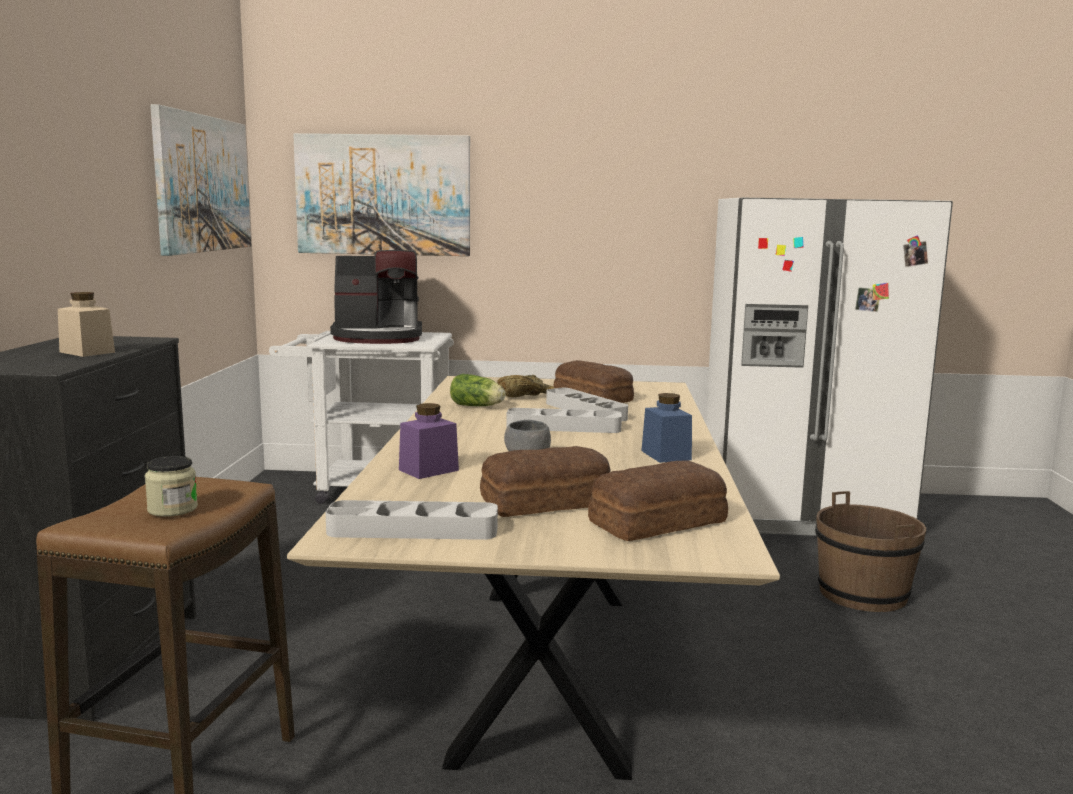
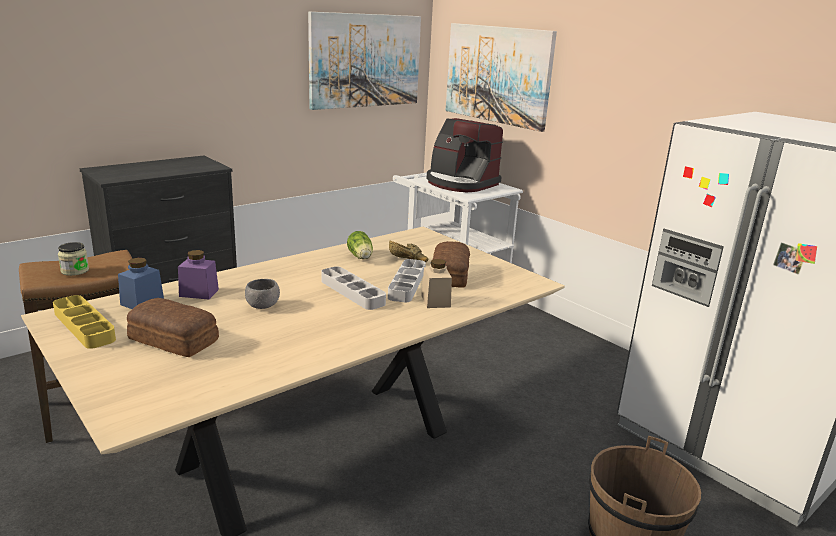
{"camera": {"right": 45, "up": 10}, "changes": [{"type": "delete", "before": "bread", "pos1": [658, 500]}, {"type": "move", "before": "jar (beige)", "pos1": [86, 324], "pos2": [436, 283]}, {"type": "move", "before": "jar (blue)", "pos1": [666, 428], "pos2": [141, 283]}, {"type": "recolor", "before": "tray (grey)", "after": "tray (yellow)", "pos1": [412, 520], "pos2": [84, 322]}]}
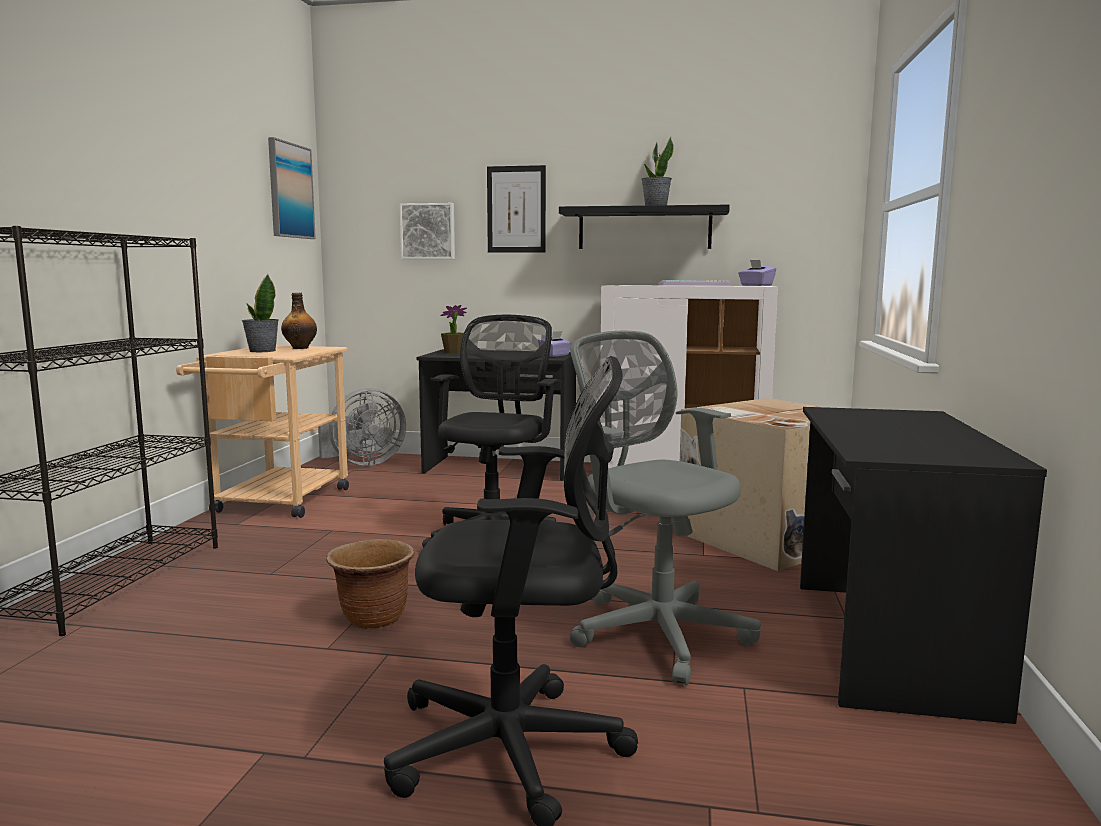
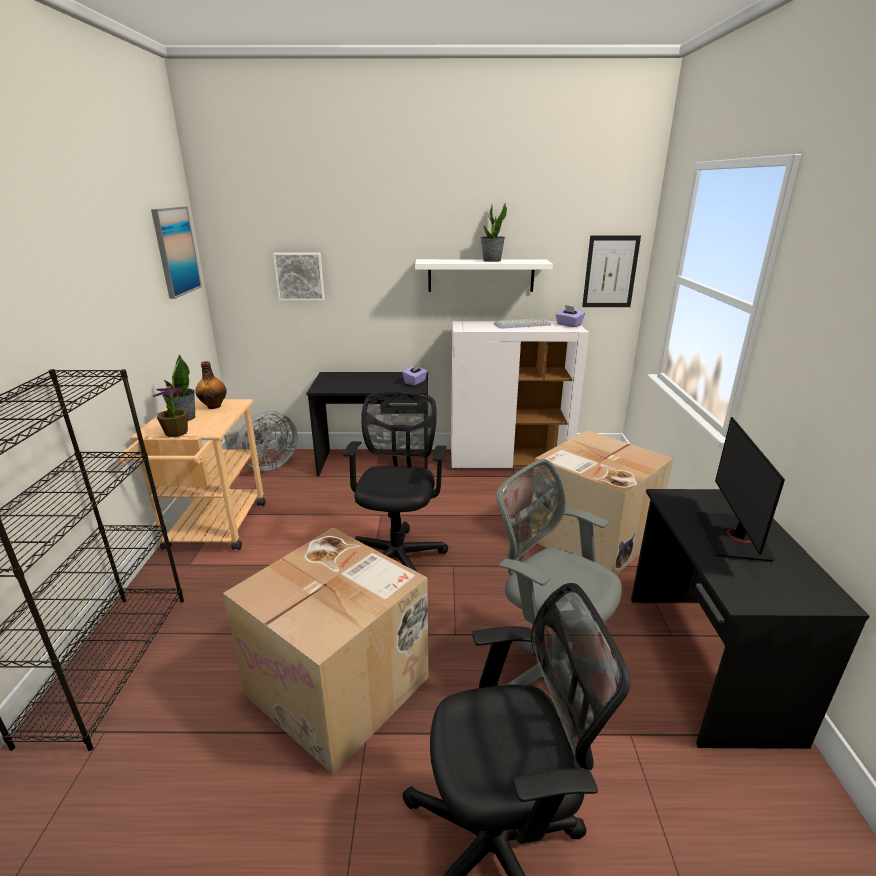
{"camera": {"right": -10, "up": 15}, "changes": [{"type": "insert", "after": "monitor", "pos2": [740, 489]}, {"type": "move", "before": "potted plant", "pos1": [453, 329], "pos2": [170, 411]}, {"type": "move", "before": "picture", "pos1": [516, 209], "pos2": [611, 271]}, {"type": "replace", "before": "planter (brown)", "after": "cardboard box", "pos1": [370, 584], "pos2": [325, 651]}, {"type": "recolor", "before": "shelf (black)", "after": "shelf (white)", "pos1": [644, 227], "pos2": [484, 275]}]}
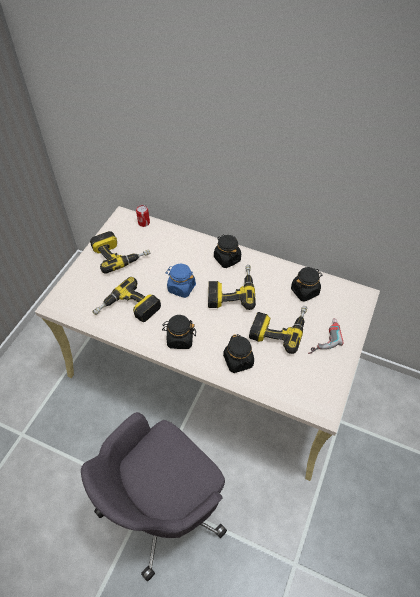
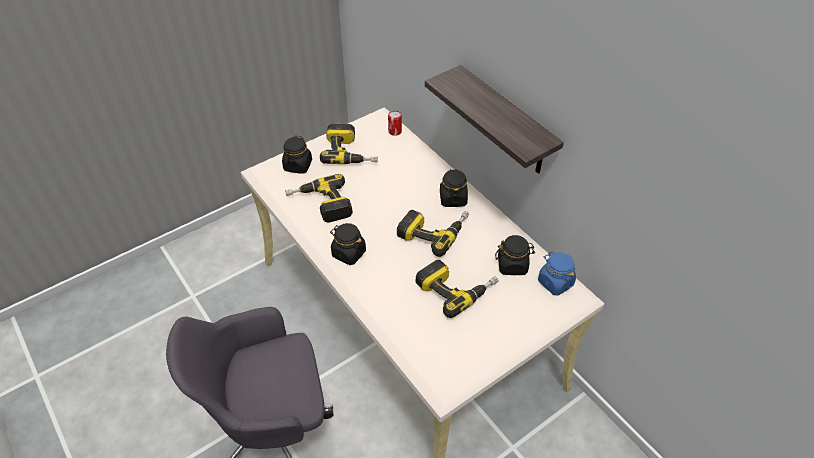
{"camera": {"right": 30, "up": -5}, "changes": [{"type": "delete", "before": "power drill", "pos1": [326, 336]}, {"type": "insert", "after": "shelf", "pos2": [494, 119]}, {"type": "move", "before": "jar (blue)", "pos1": [180, 281], "pos2": [557, 274]}, {"type": "move", "before": "jar (black)", "pos1": [238, 353], "pos2": [297, 155]}]}
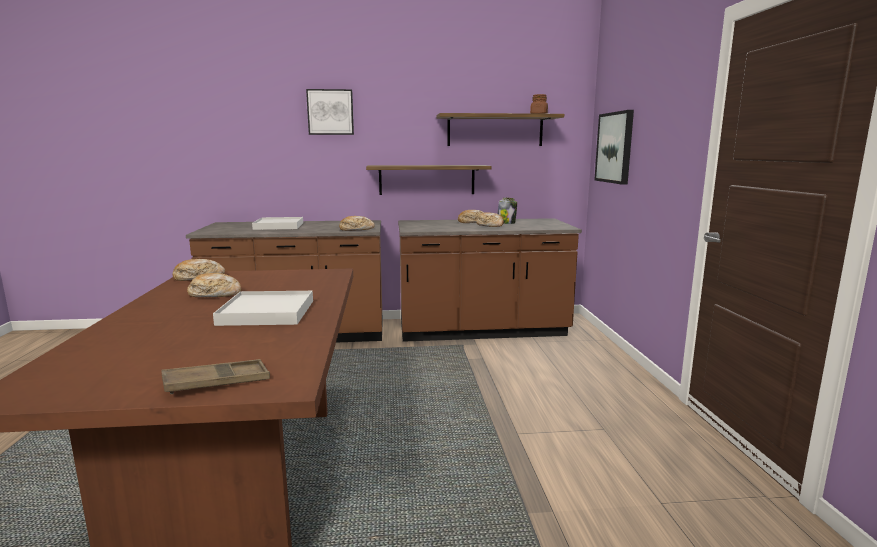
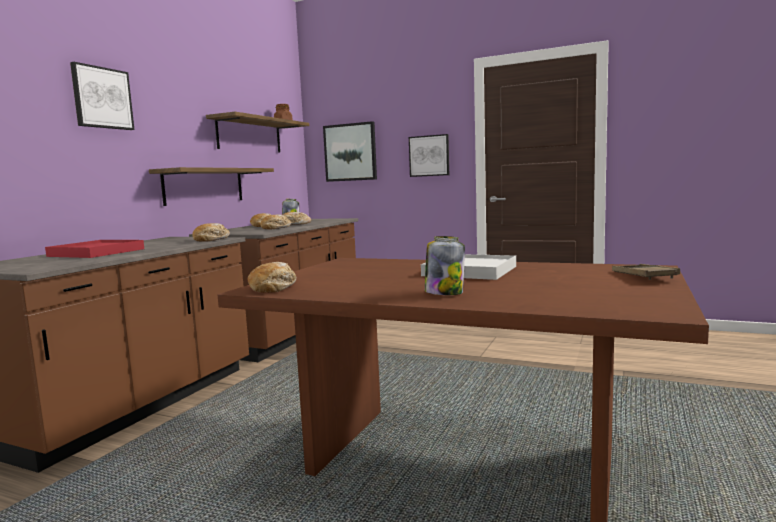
{"camera": {"right": -60, "up": -5}, "changes": [{"type": "insert", "after": "picture", "pos2": [429, 155]}, {"type": "insert", "after": "jar", "pos2": [445, 265]}, {"type": "move", "before": "bread", "pos1": [214, 285], "pos2": [275, 222]}, {"type": "recolor", "before": "tray (white)", "after": "tray (red)", "pos1": [277, 223], "pos2": [94, 249]}]}
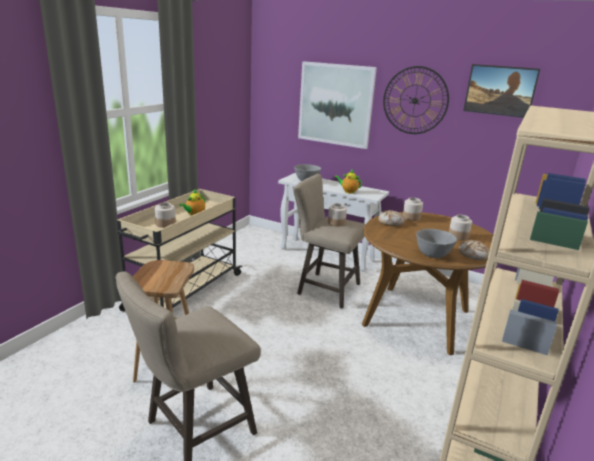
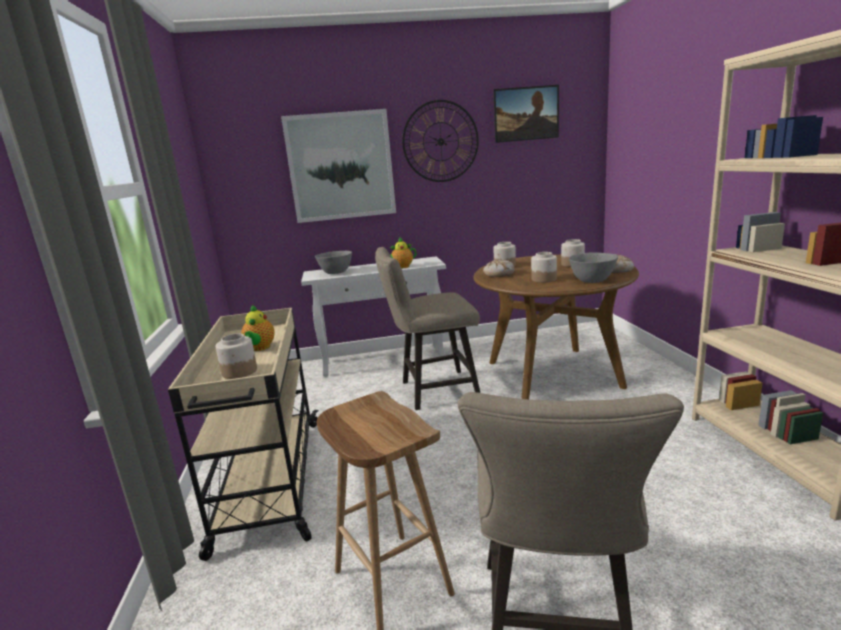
{"camera": {"right": -35, "up": -5}, "changes": [{"type": "move", "before": "jar", "pos1": [337, 215], "pos2": [544, 267]}]}
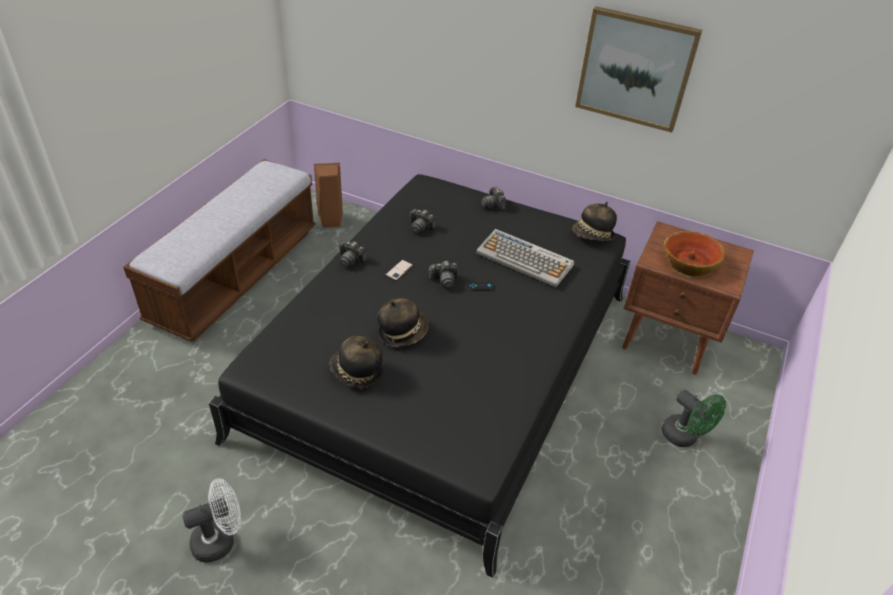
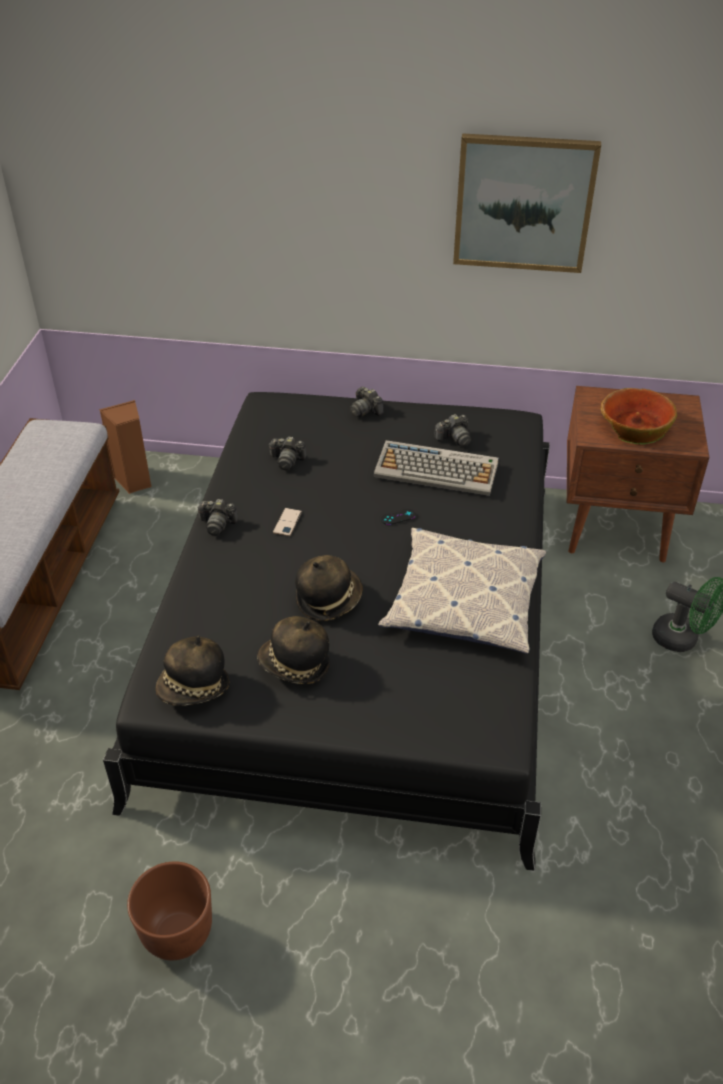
{"camera": {"right": -15, "up": 0}, "changes": [{"type": "insert", "after": "pillow", "pos2": [462, 591]}, {"type": "move", "before": "photo camera", "pos1": [443, 275], "pos2": [452, 430]}, {"type": "move", "before": "hat", "pos1": [594, 221], "pos2": [193, 670]}, {"type": "replace", "before": "fan (white)", "after": "planter (brown)", "pos1": [211, 520], "pos2": [169, 911]}]}
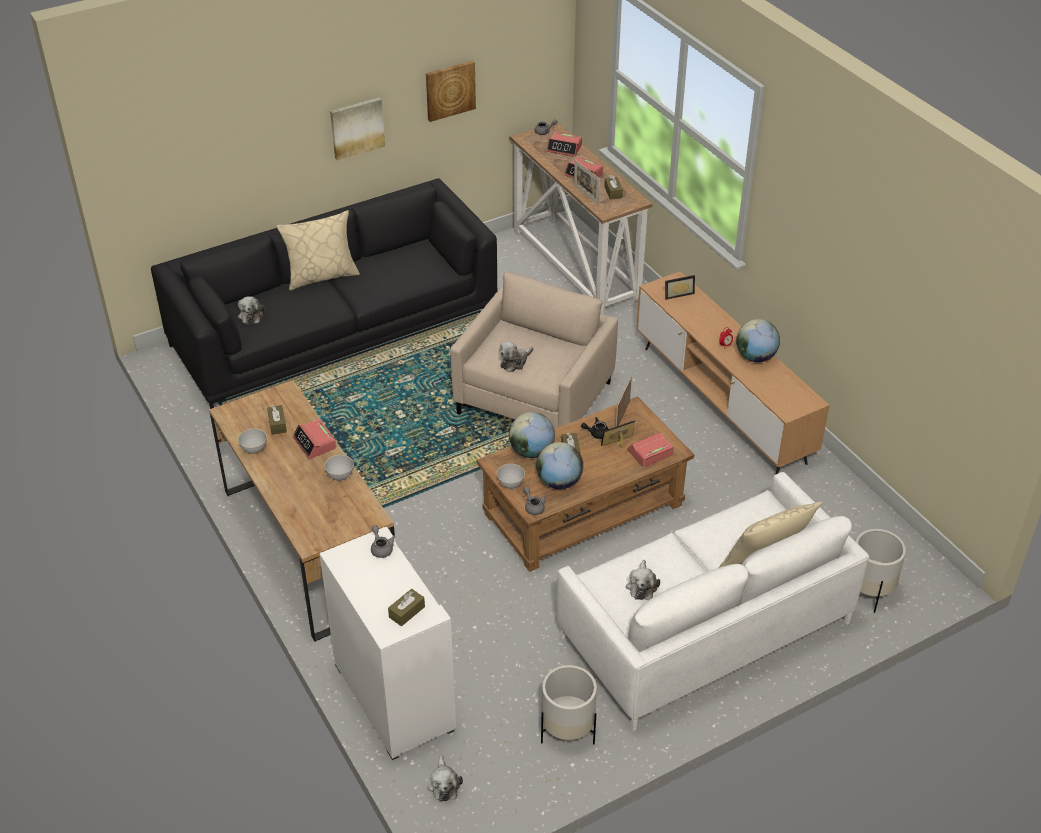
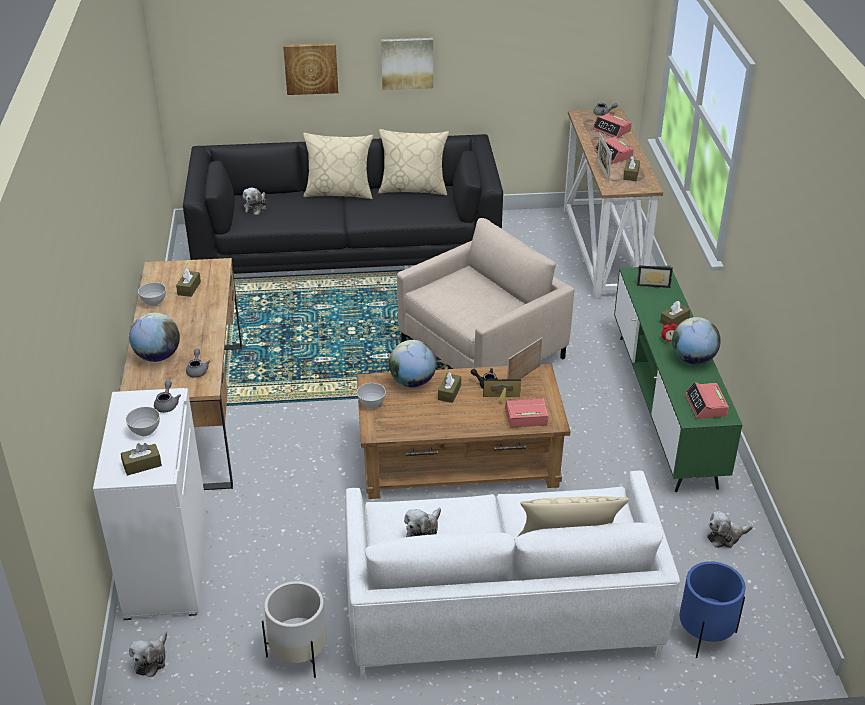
{"camera": {"right": 25, "up": -5}, "changes": [{"type": "insert", "after": "pillow (beige)", "pos2": [413, 162]}, {"type": "insert", "after": "tissue box (brown)", "pos2": [675, 313]}, {"type": "move", "before": "alarm clock", "pos1": [314, 439], "pos2": [707, 400]}, {"type": "move", "before": "bowl (grey)", "pos1": [339, 468], "pos2": [143, 421]}, {"type": "move", "before": "picture", "pos1": [451, 91], "pos2": [310, 69]}, {"type": "move", "before": "plush toy", "pos1": [516, 356], "pos2": [729, 529]}, {"type": "move", "before": "teapot (grey)", "pos1": [535, 501], "pos2": [198, 363]}, {"type": "move", "before": "globe", "pos1": [559, 465], "pos2": [154, 337]}, {"type": "recolor", "before": "tv stand (brown)", "after": "tv stand (green)", "pos1": [733, 373], "pos2": [678, 379]}, {"type": "recolor", "before": "planter (white)", "after": "planter (blue)", "pos1": [881, 571], "pos2": [712, 609]}]}
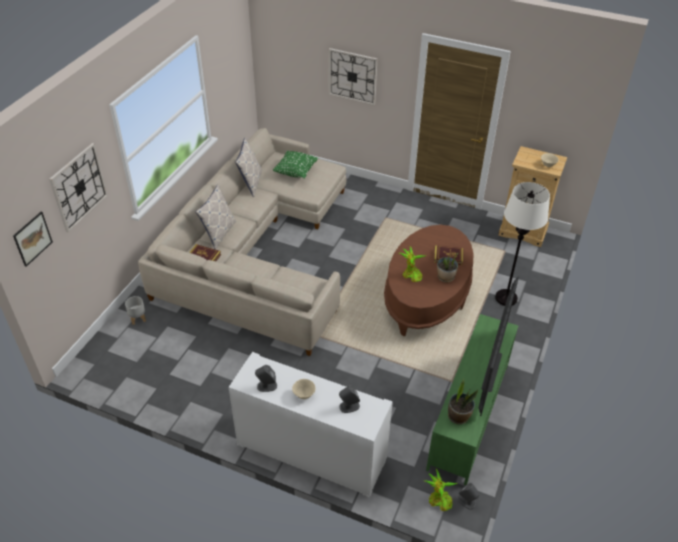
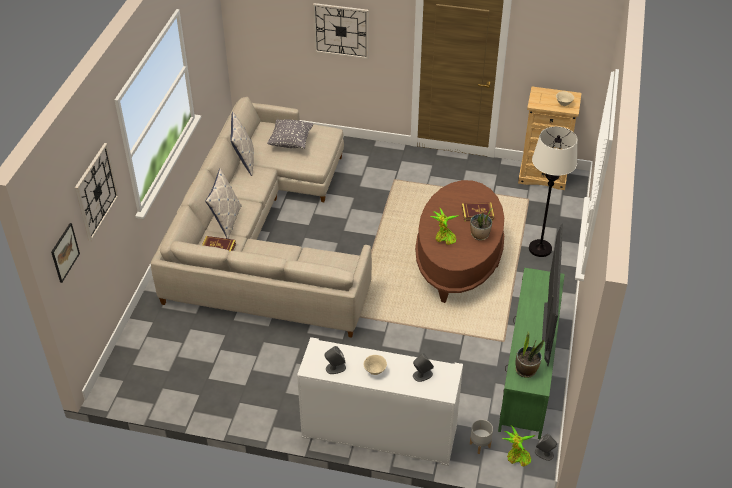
{"camera": {"right": -10, "up": 0}, "changes": [{"type": "move", "before": "planter (grey)", "pos1": [135, 310], "pos2": [481, 437]}, {"type": "recolor", "before": "pillow (green)", "after": "pillow (grey)", "pos1": [295, 165], "pos2": [290, 134]}]}
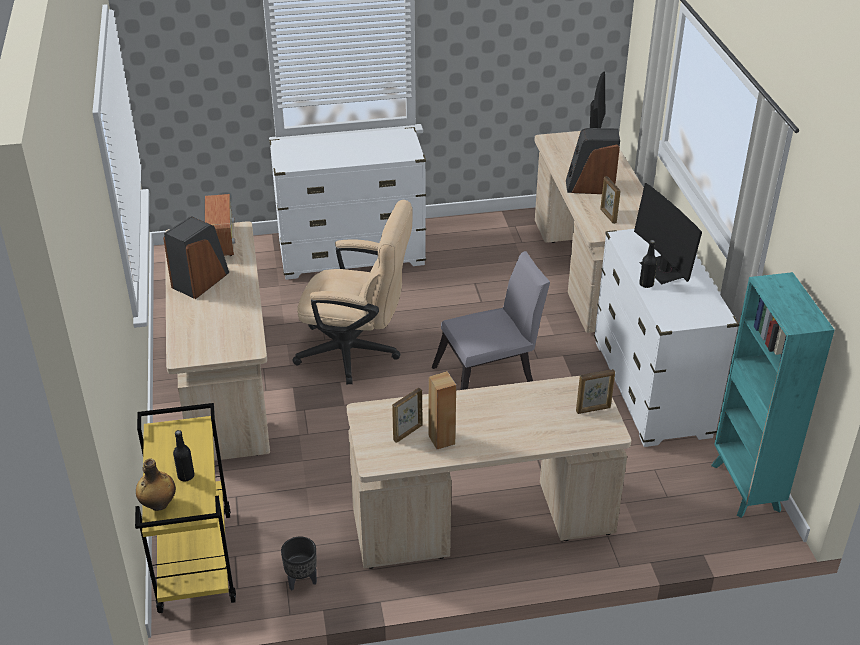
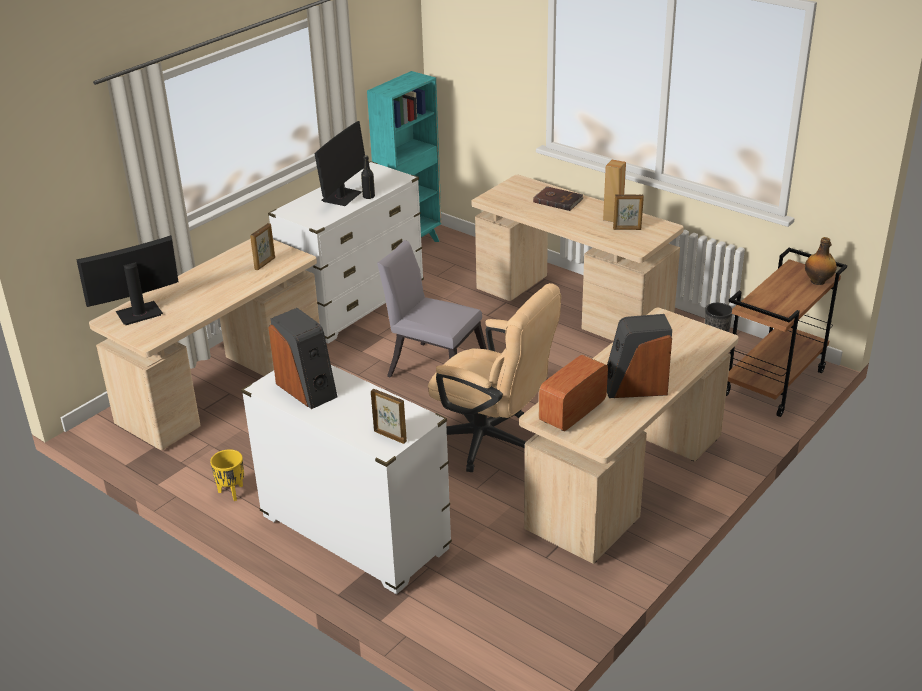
{"camera": {"right": -130, "up": -5}, "changes": [{"type": "delete", "before": "bottle (black)", "pos1": [184, 455]}, {"type": "insert", "after": "planter (yellow)", "pos2": [227, 475]}, {"type": "insert", "after": "book (brown)", "pos2": [558, 198]}, {"type": "move", "before": "speaker", "pos1": [593, 161], "pos2": [302, 358]}, {"type": "move", "before": "picture frame", "pos1": [595, 391], "pos2": [389, 416]}, {"type": "recolor", "before": "cart (yellow)", "after": "cart (brown)", "pos1": [185, 508], "pos2": [786, 332]}, {"type": "rotate", "before": "office chair (beige)", "pos1": [352, 292], "pos2": [494, 377], "turn": 150}]}
